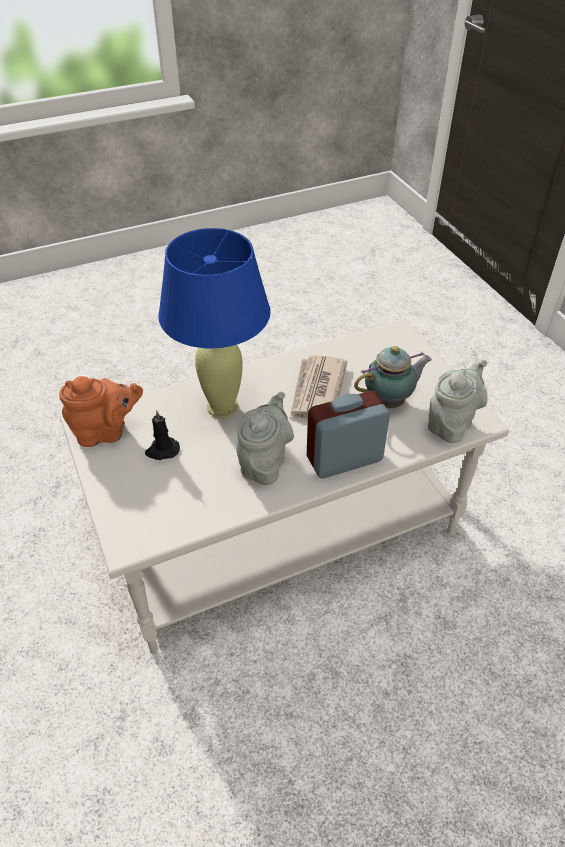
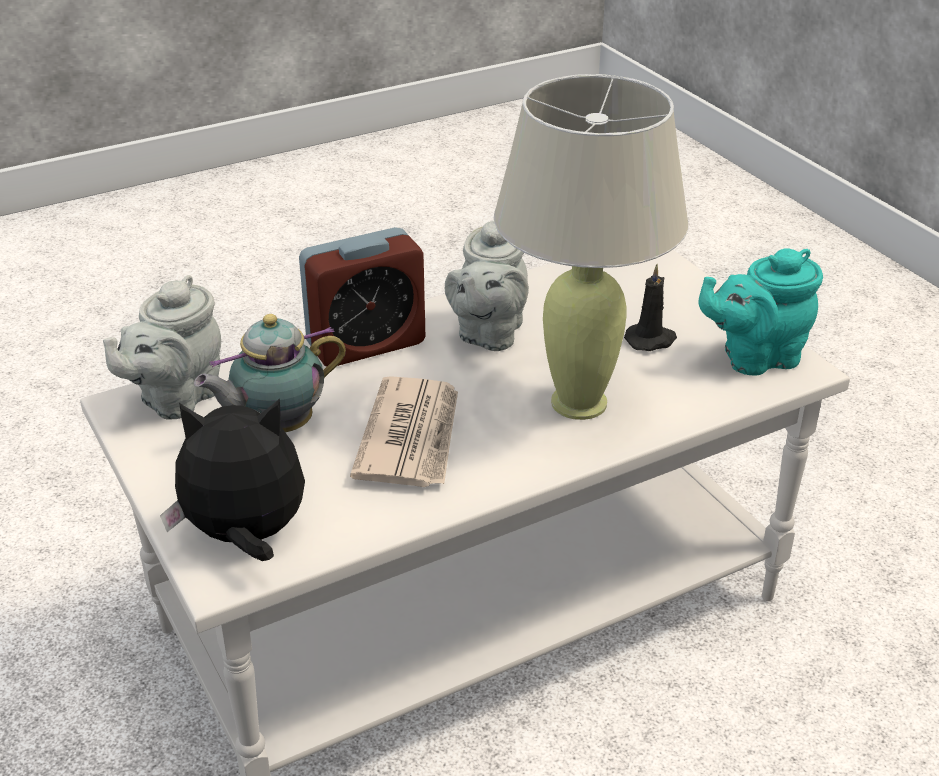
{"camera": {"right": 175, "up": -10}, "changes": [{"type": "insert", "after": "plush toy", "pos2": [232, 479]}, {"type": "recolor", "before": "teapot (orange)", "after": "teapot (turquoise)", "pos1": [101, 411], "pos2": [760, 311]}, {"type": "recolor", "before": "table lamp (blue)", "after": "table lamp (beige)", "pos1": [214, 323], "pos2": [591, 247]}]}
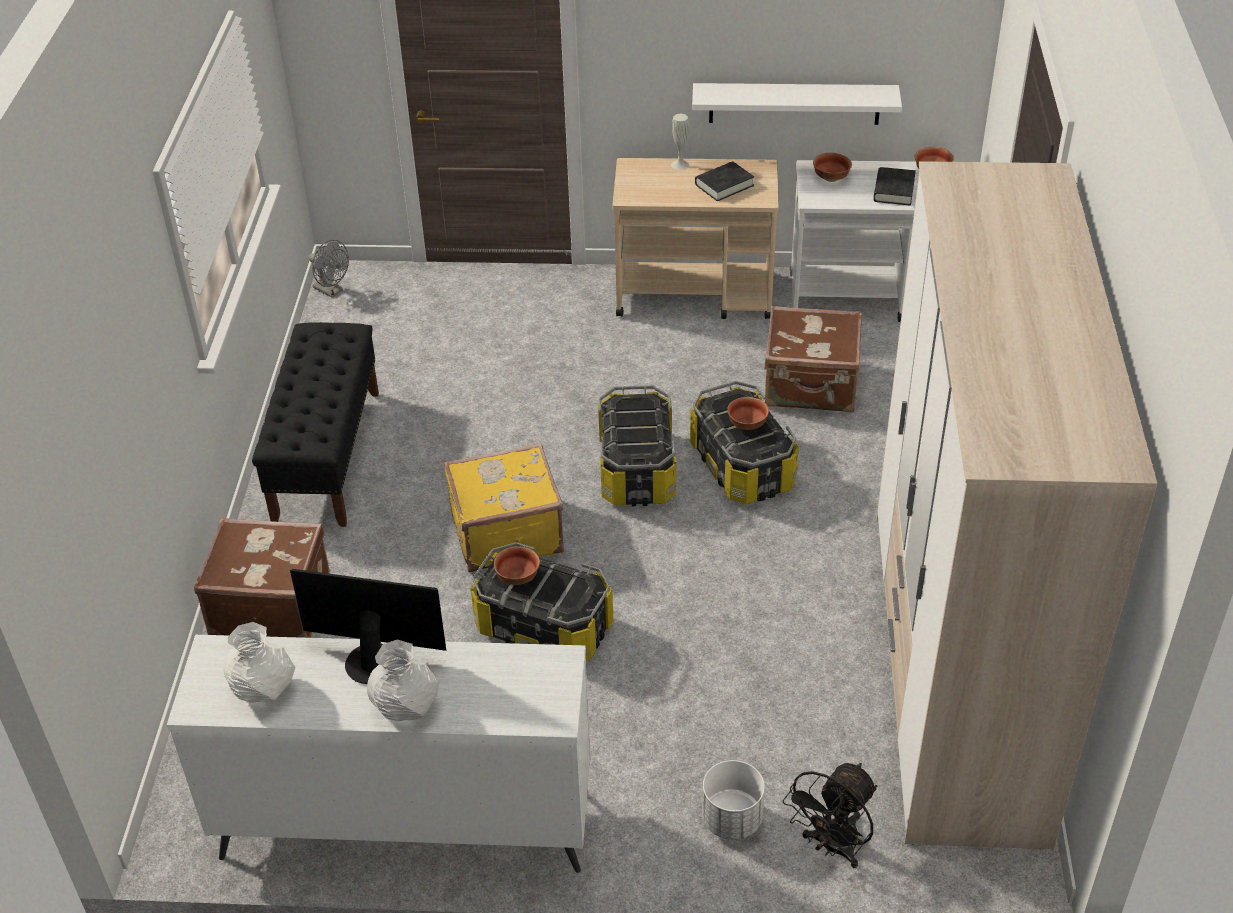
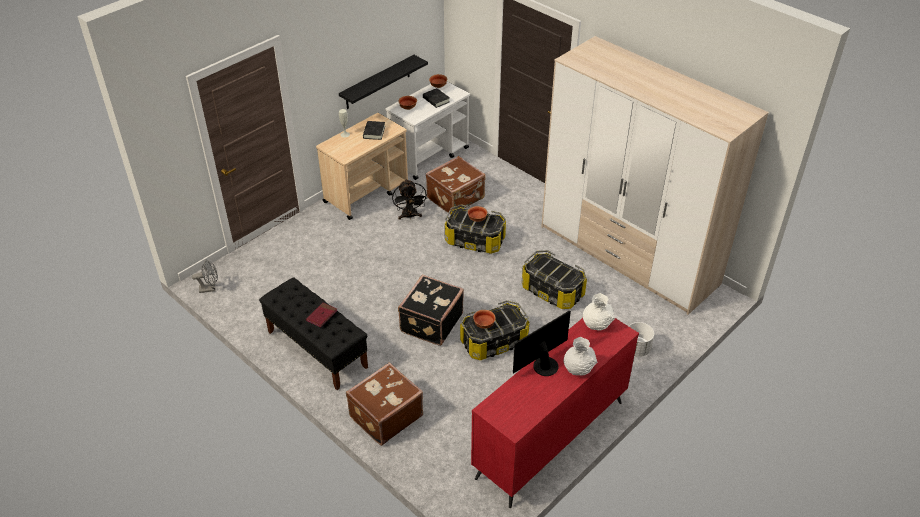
{"camera": {"right": -50, "up": 0}, "changes": [{"type": "insert", "after": "book (red)", "pos2": [322, 315]}, {"type": "move", "before": "vase (white)", "pos1": [259, 662], "pos2": [599, 312]}, {"type": "move", "before": "storage box", "pos1": [637, 445], "pos2": [554, 279]}, {"type": "move", "before": "fan (black)", "pos1": [830, 815], "pos2": [409, 199]}, {"type": "recolor", "before": "dresser (white)", "after": "dresser (red)", "pos1": [379, 754], "pos2": [555, 413]}, {"type": "recolor", "before": "suitcase (yellow)", "after": "suitcase (black)", "pos1": [504, 507], "pos2": [431, 310]}, {"type": "recolor", "before": "shelf (white)", "after": "shelf (black)", "pos1": [797, 104], "pos2": [383, 82]}]}
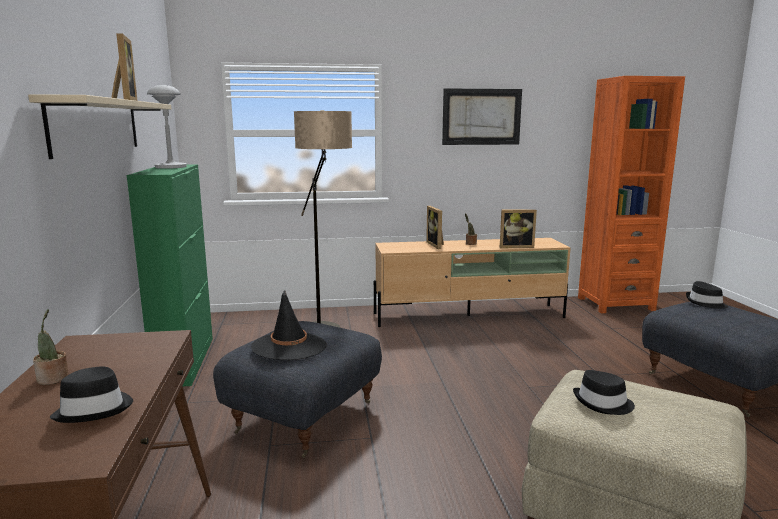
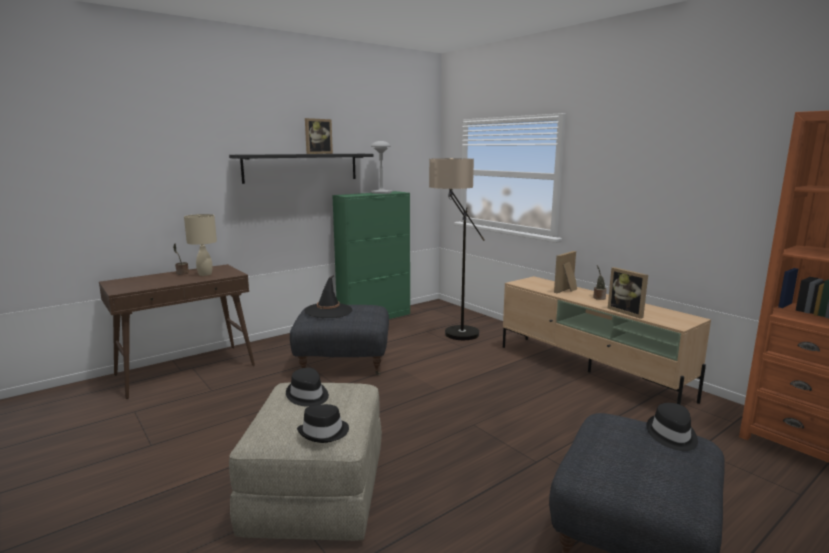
{"camera": {"right": 60, "up": 0}, "changes": [{"type": "delete", "before": "picture", "pos1": [482, 116]}, {"type": "insert", "after": "table lamp (beige)", "pos2": [200, 245]}, {"type": "move", "before": "hat (black)", "pos1": [91, 394], "pos2": [323, 423]}, {"type": "recolor", "before": "shelf (beige)", "after": "shelf (black)", "pos1": [99, 126], "pos2": [301, 169]}]}
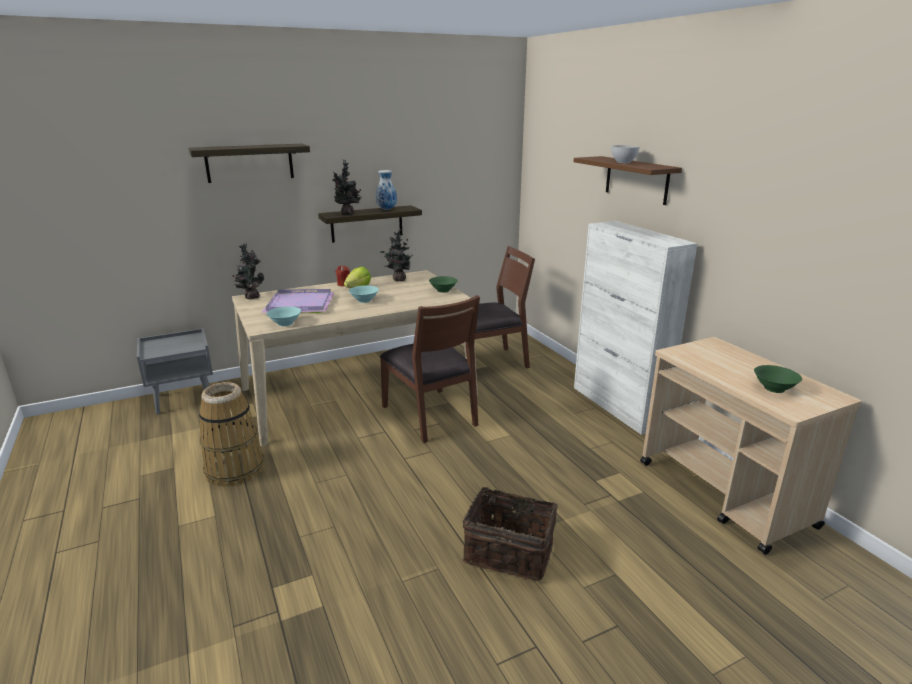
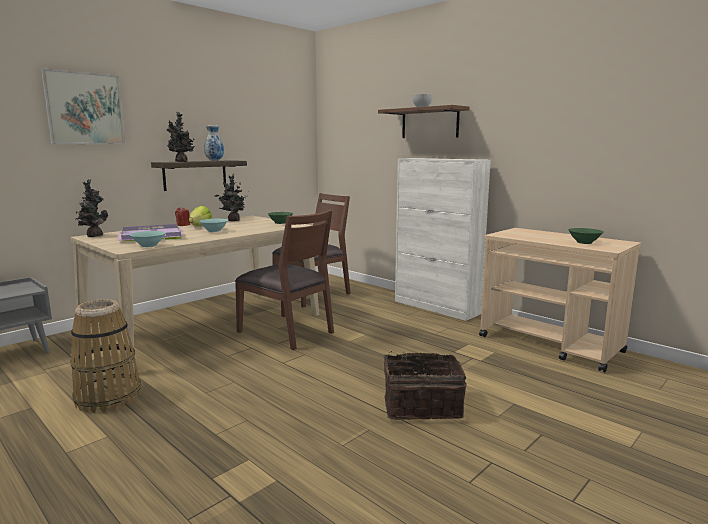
{"camera": {"right": -20, "up": -10}, "changes": [{"type": "replace", "before": "shelf", "after": "picture", "pos1": [249, 163], "pos2": [83, 106]}]}
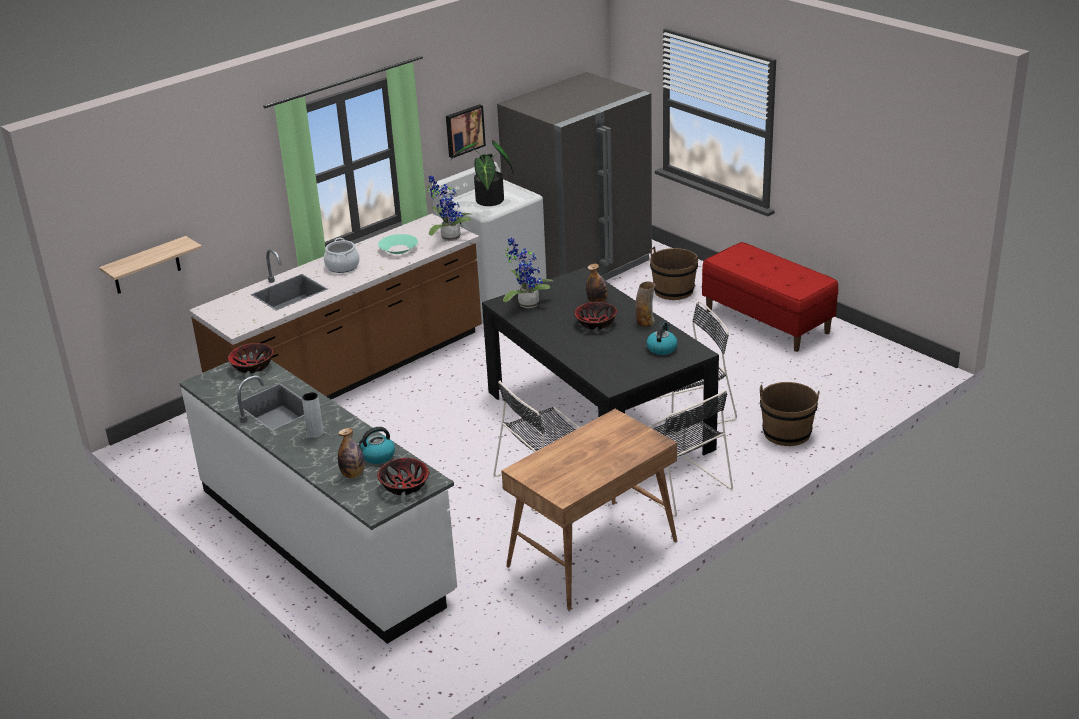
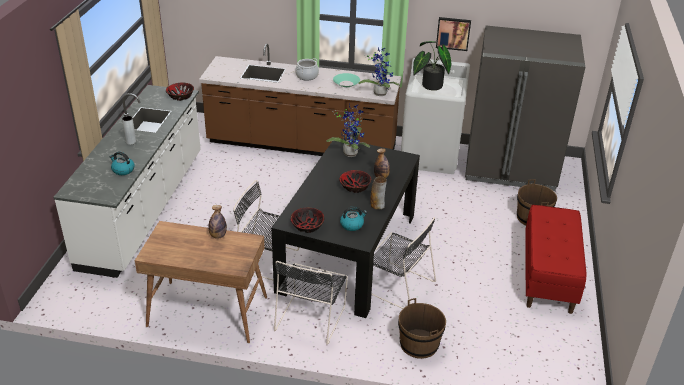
{"camera": {"right": 50, "up": 5}, "changes": [{"type": "delete", "before": "shelf", "pos1": [150, 265]}, {"type": "move", "before": "bottle", "pos1": [351, 453], "pos2": [217, 221]}, {"type": "move", "before": "bowl", "pos1": [403, 476], "pos2": [307, 220]}]}
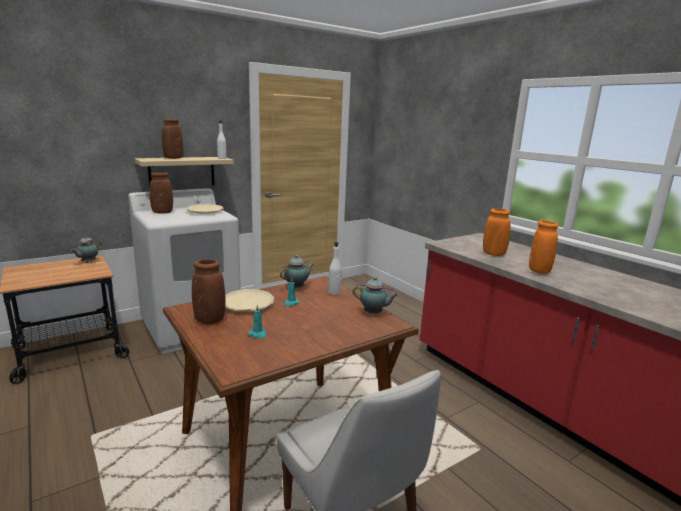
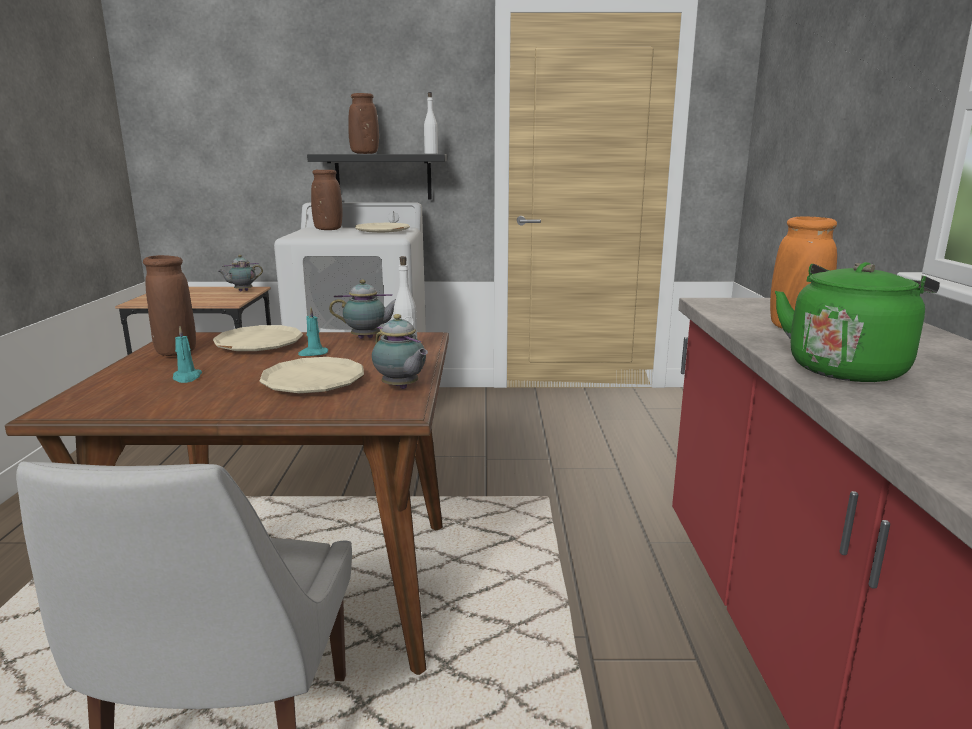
{"camera": {"right": 35, "up": 0}, "changes": [{"type": "insert", "after": "plate (beige)", "pos2": [312, 375]}, {"type": "replace", "before": "vase (orange)", "after": "kettle (green)", "pos1": [544, 247], "pos2": [857, 322]}, {"type": "recolor", "before": "shelf (beige)", "after": "shelf (black)", "pos1": [184, 172], "pos2": [377, 176]}]}
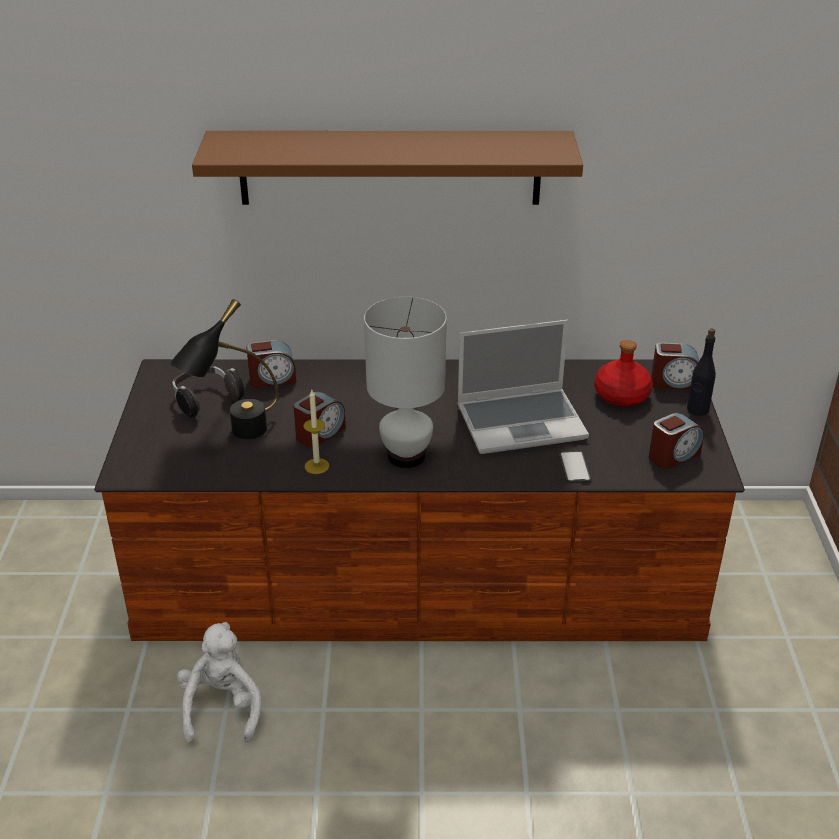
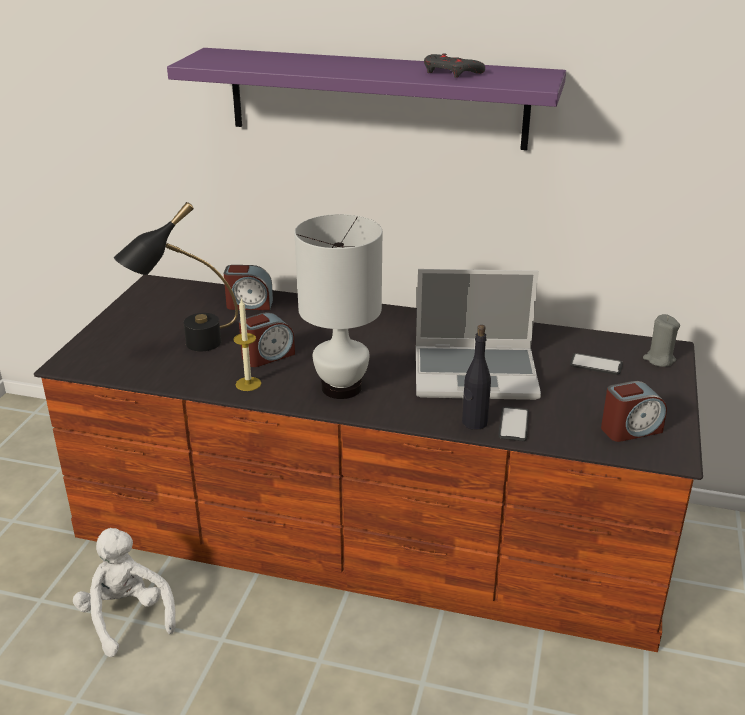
{"camera": {"right": 15, "up": -5}, "changes": [{"type": "delete", "before": "headphones", "pos1": [208, 391]}, {"type": "insert", "after": "game controller (grey)", "pos2": [454, 65]}, {"type": "move", "before": "bottle (black)", "pos1": [701, 372], "pos2": [476, 377]}, {"type": "replace", "before": "bottle (red)", "after": "phone", "pos1": [623, 373], "pos2": [596, 364]}, {"type": "replace", "before": "alarm clock", "after": "candle (grey)", "pos1": [675, 366], "pos2": [661, 340]}, {"type": "recolor", "before": "shelf (brown)", "after": "shelf (purple)", "pos1": [387, 168], "pos2": [366, 99]}, {"type": "rotate", "before": "plush toy (white)", "pos1": [219, 682], "pos2": [124, 592], "turn": -45}]}
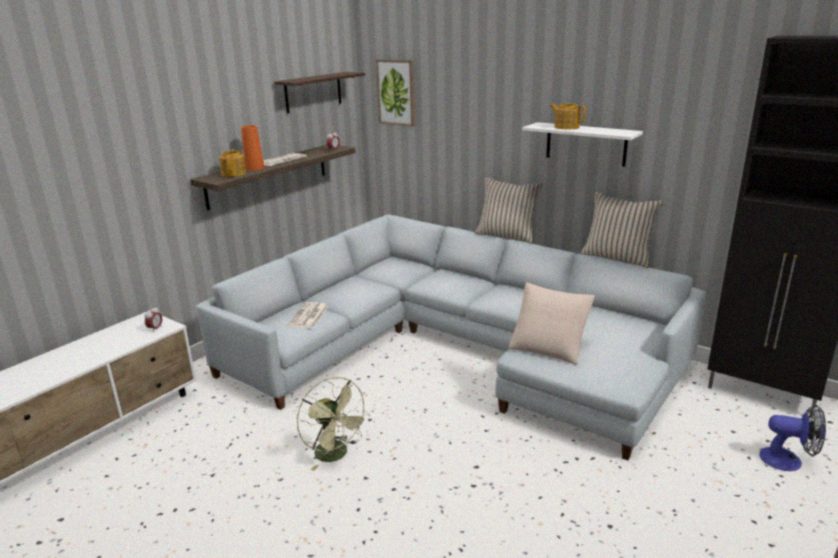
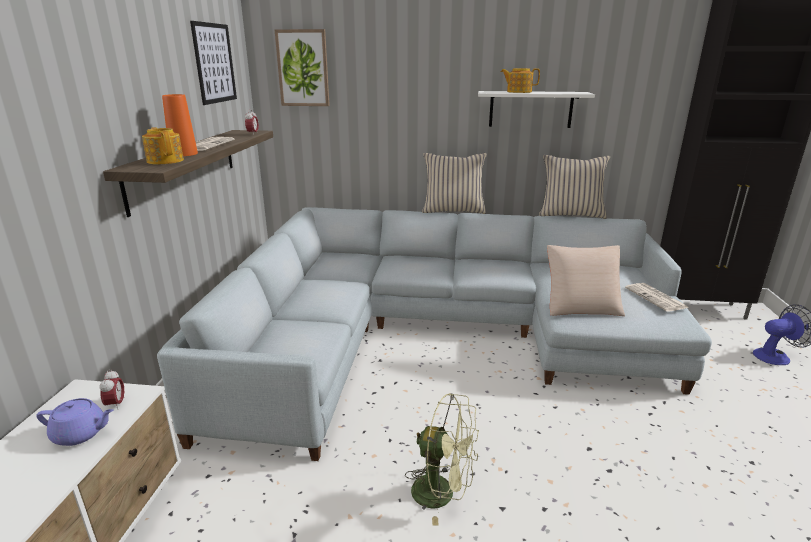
{"camera": {"right": -30, "up": 0}, "changes": [{"type": "insert", "after": "teapot (purple)", "pos2": [75, 422]}, {"type": "move", "before": "newspaper", "pos1": [308, 315], "pos2": [657, 297]}, {"type": "replace", "before": "shelf", "after": "picture", "pos1": [319, 93], "pos2": [213, 63]}]}
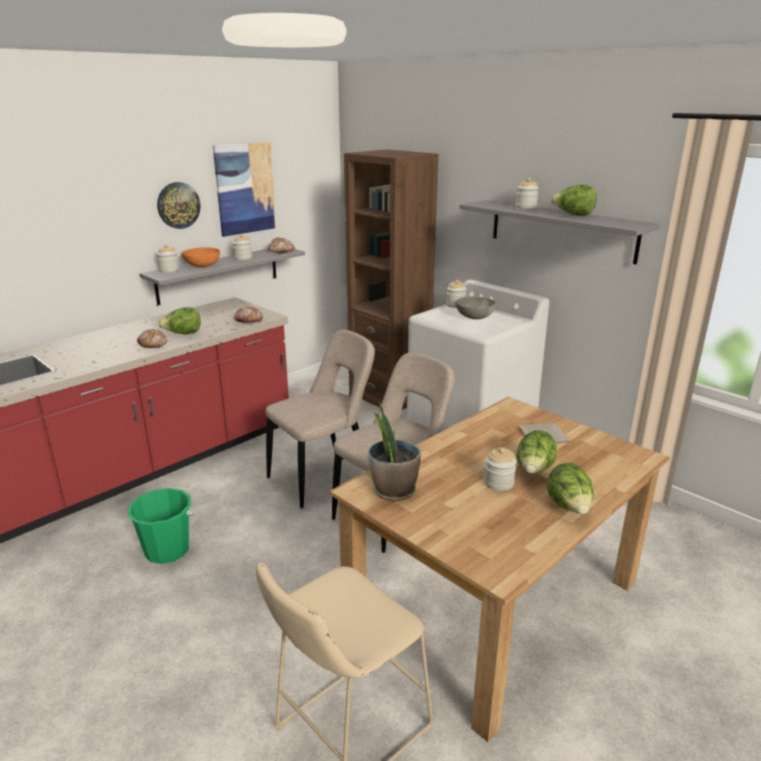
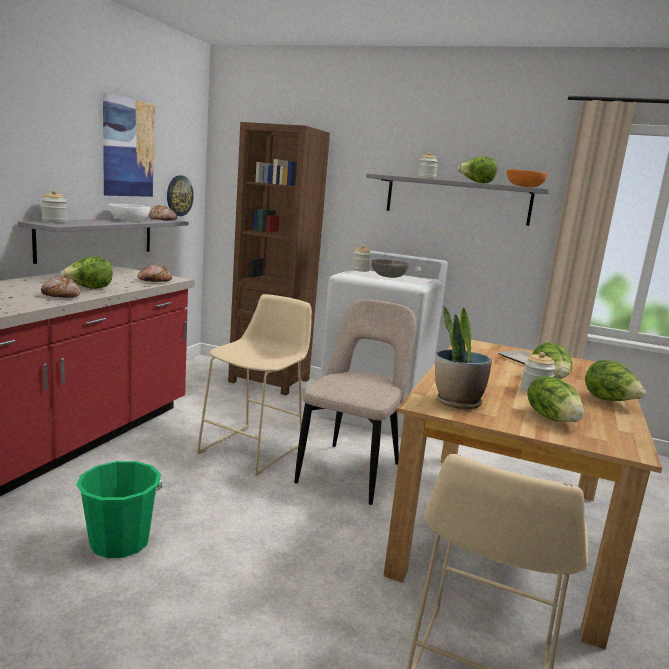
{"camera": {"right": -25, "up": -10}, "changes": [{"type": "insert", "after": "lettuce", "pos2": [555, 399]}, {"type": "move", "before": "wall clock", "pos1": [179, 205], "pos2": [180, 195]}, {"type": "move", "before": "bowl (orange)", "pos1": [201, 257], "pos2": [527, 178]}, {"type": "replace", "before": "jar", "after": "bowl (white)", "pos1": [242, 247], "pos2": [129, 212]}, {"type": "replace", "before": "chair (beige)", "after": "stool (beige)", "pos1": [320, 419], "pos2": [254, 385]}]}
